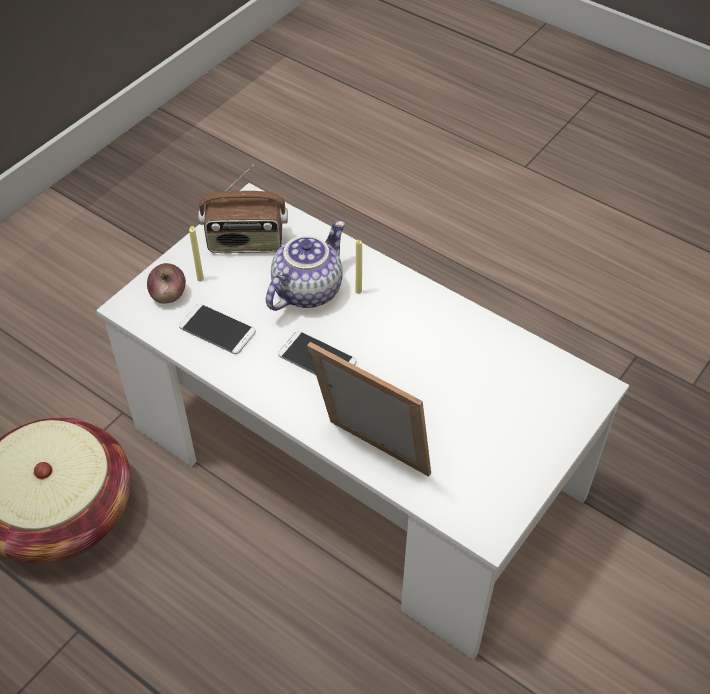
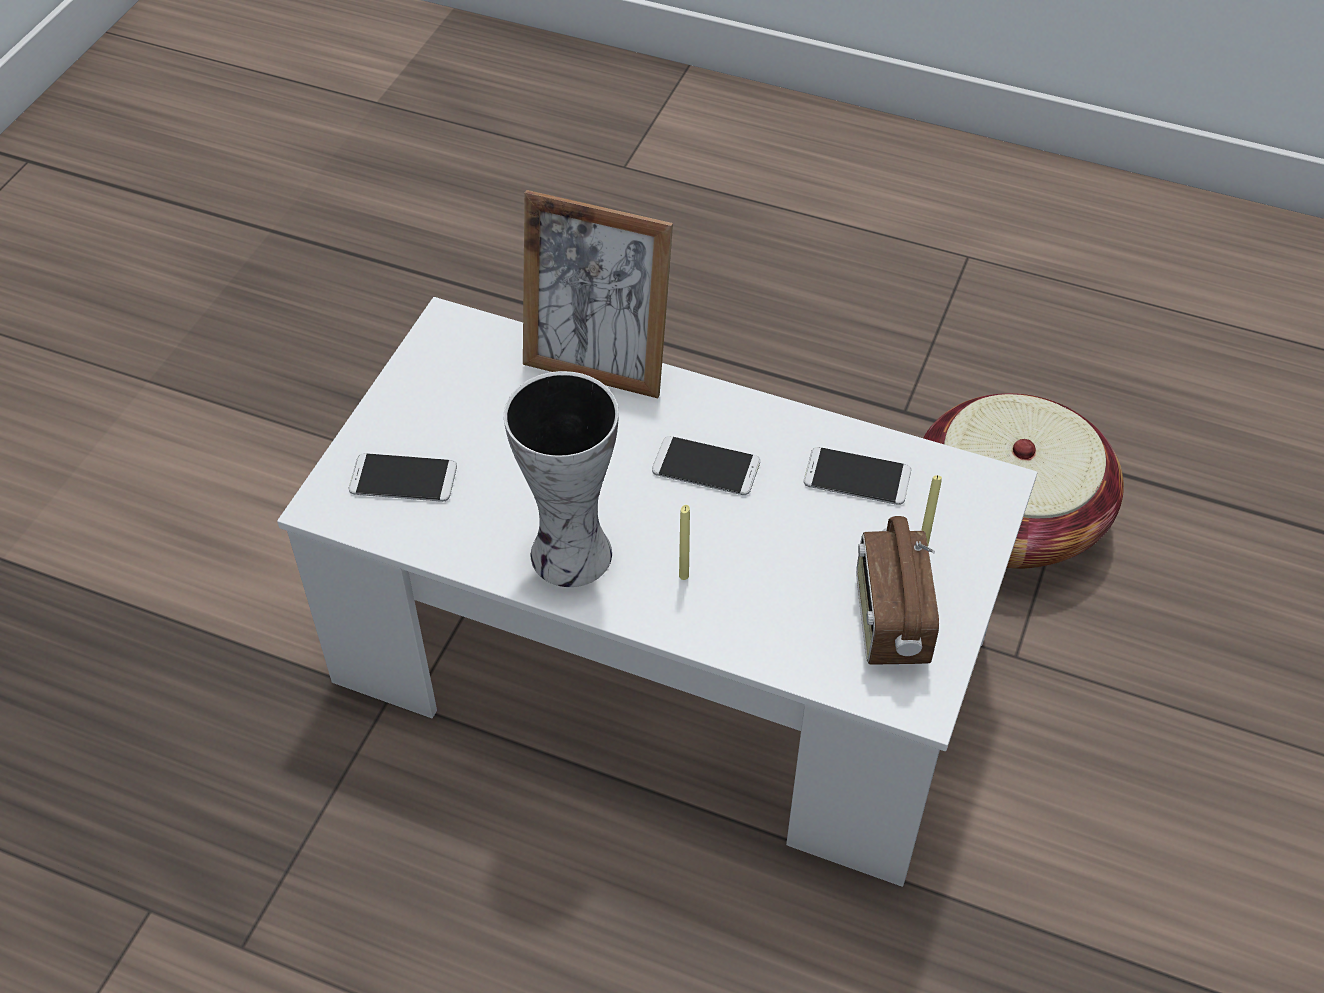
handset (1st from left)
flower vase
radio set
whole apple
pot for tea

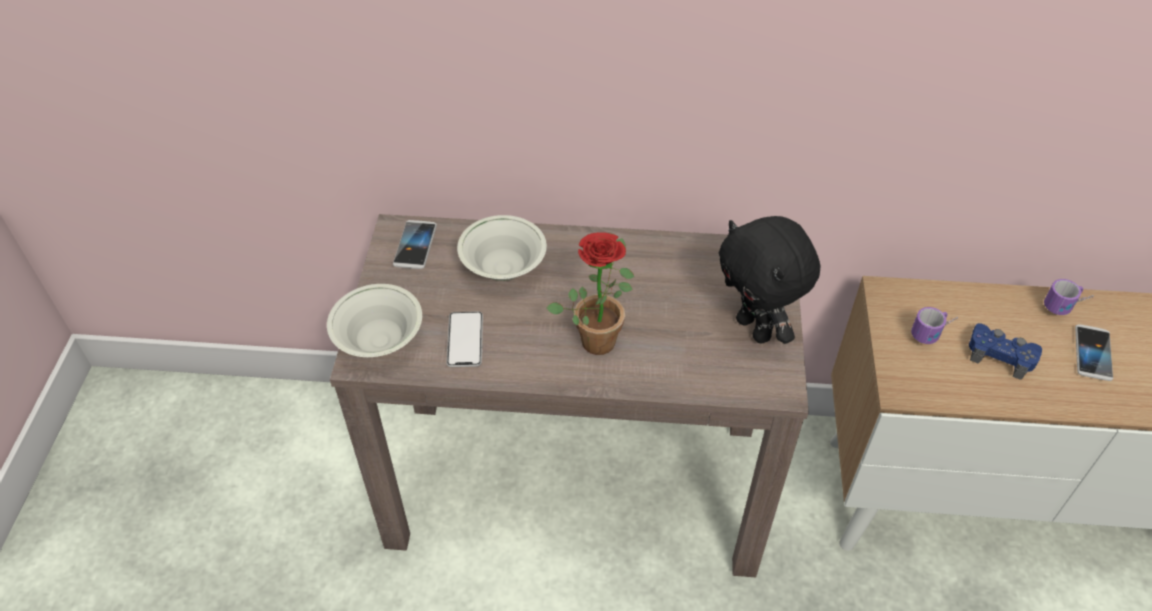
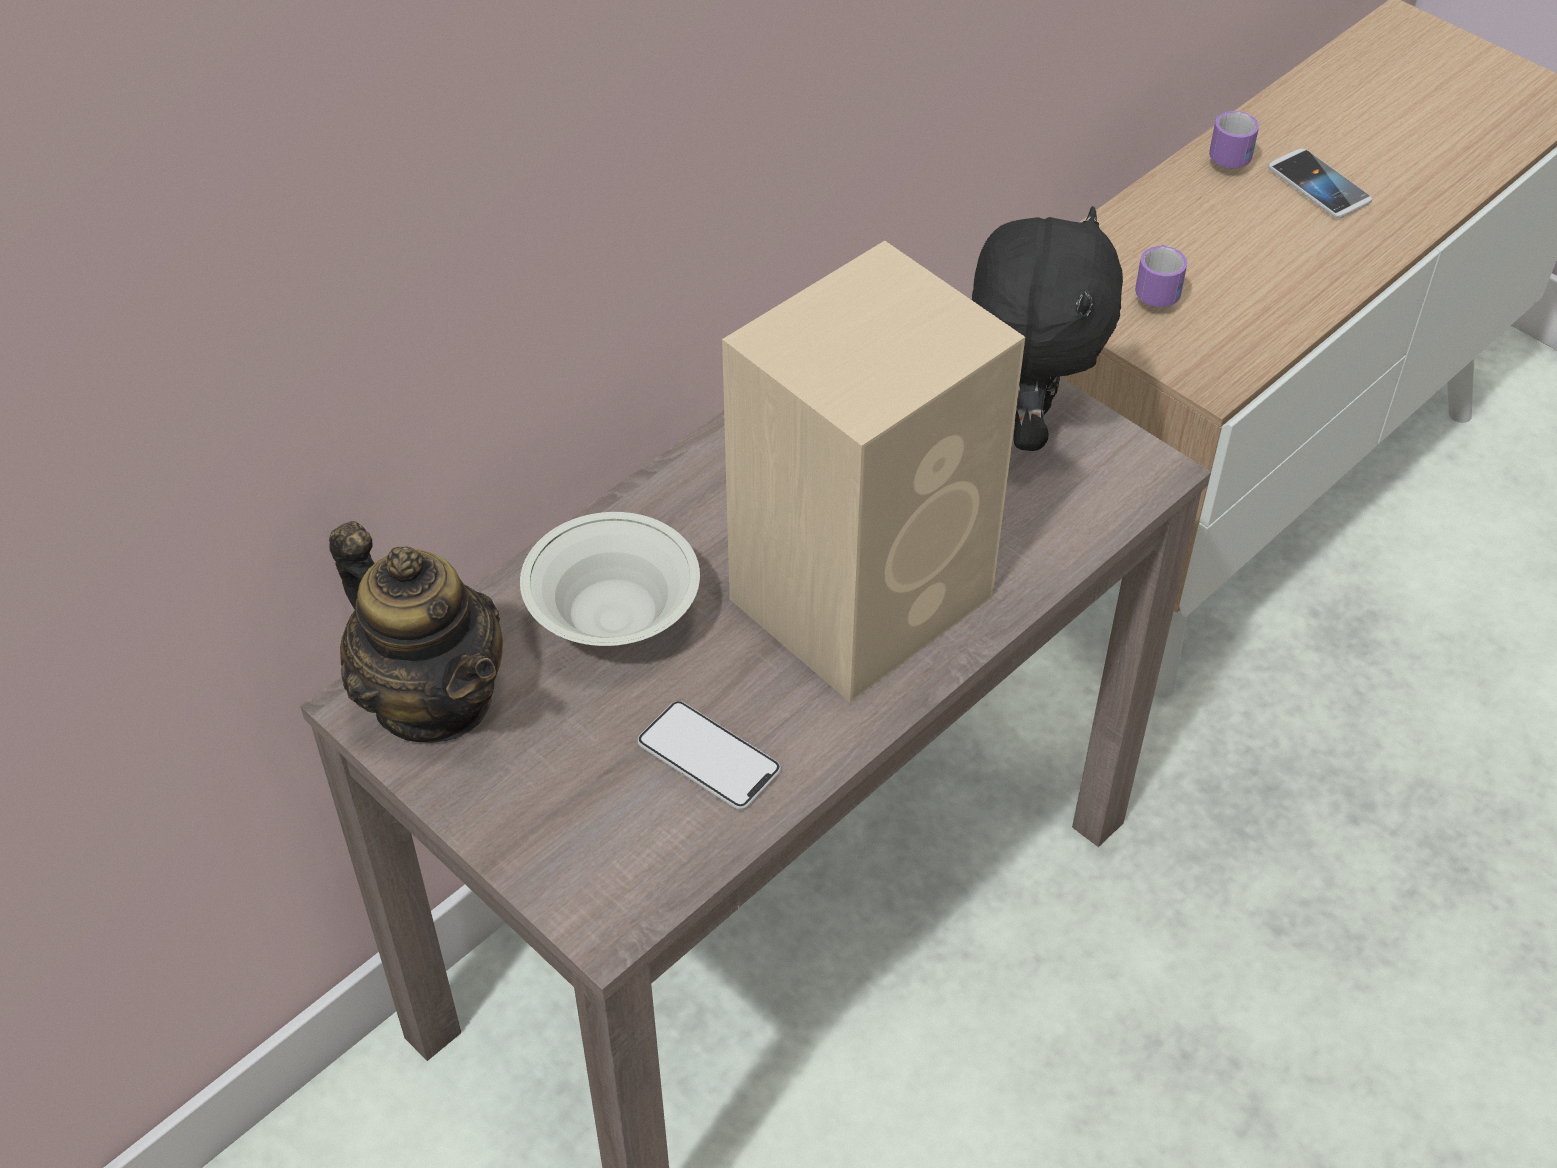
pot for tea
audio speaker (beige)
soft toy (blackish)
bowl (white) (1st from left in the first image)
gamepad (blue-coloured)

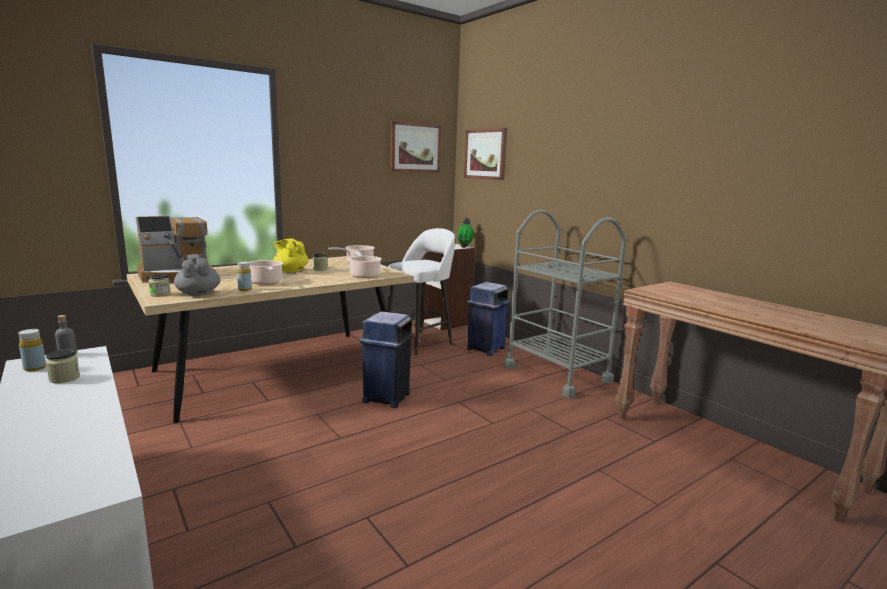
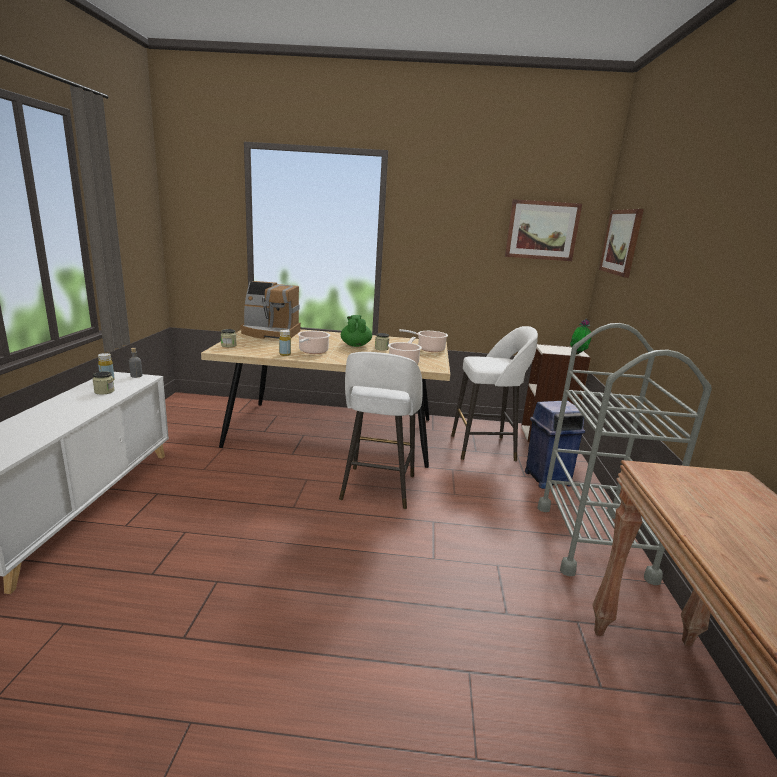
stool seat (white) (1st from left)
pot for tea (green-coloured)
pot for tea (gray)

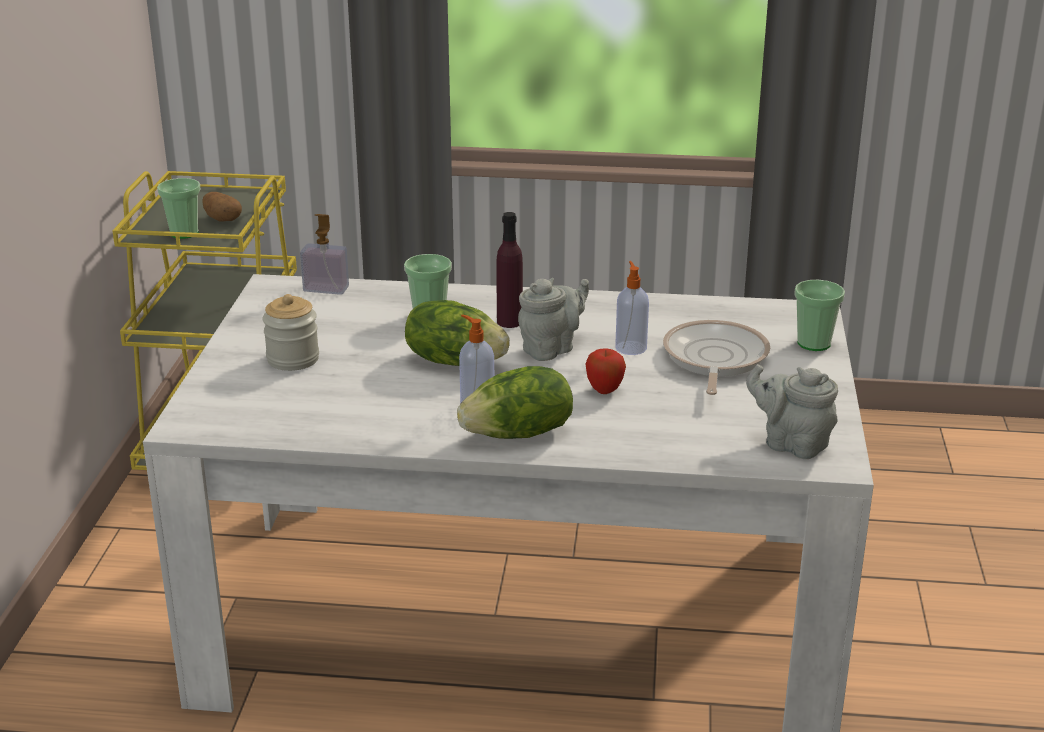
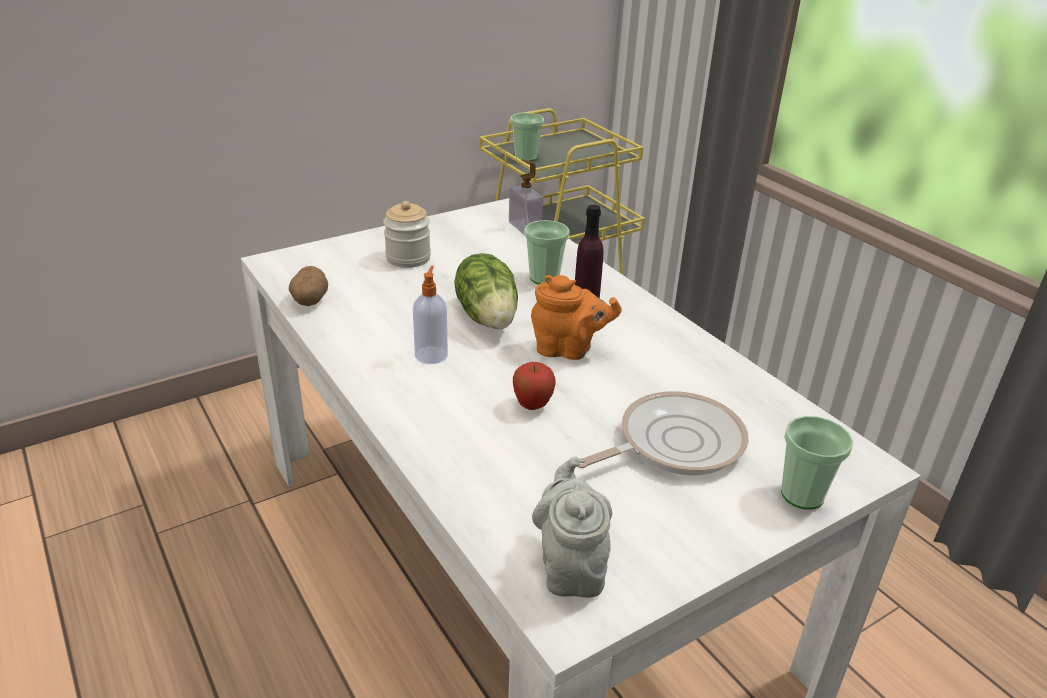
potato
pot for tea (orange)
lettuce head (2nd from left in the first image)
liquid soap bottle (3rd from left in the first image)

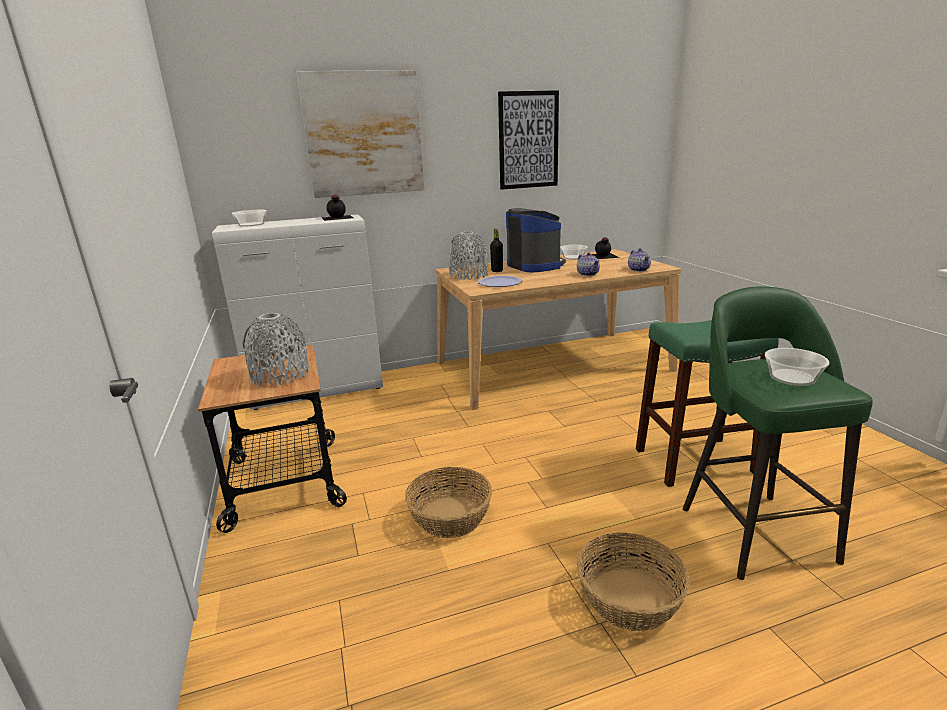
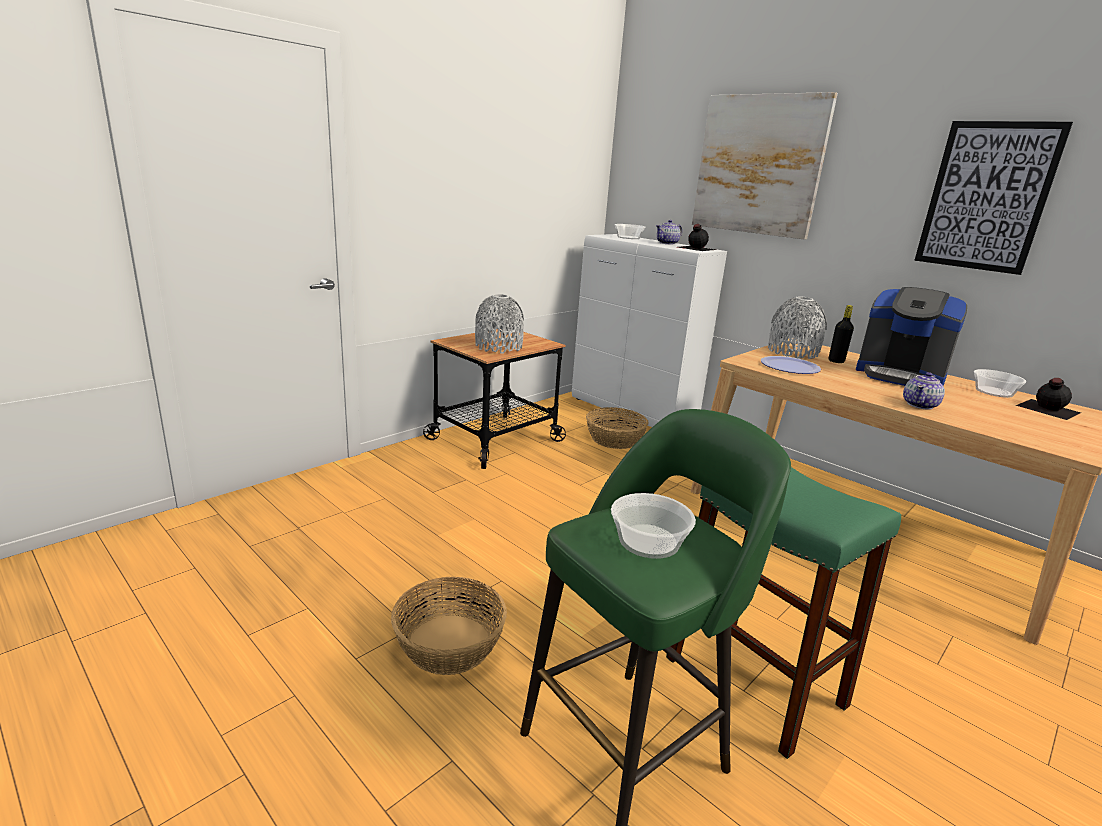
basket (2nd from left)
pot for tea (1st from left)
coffee machine

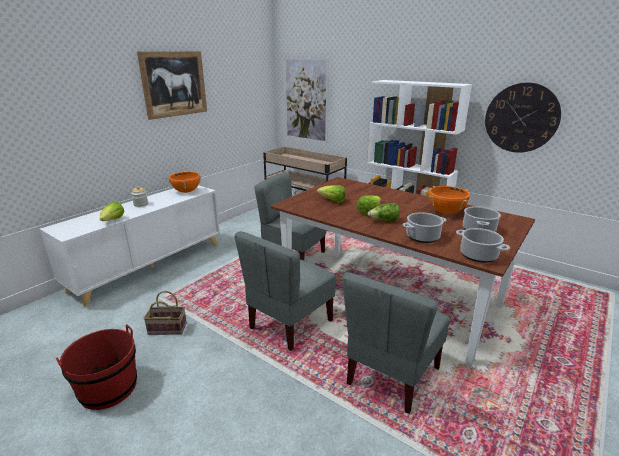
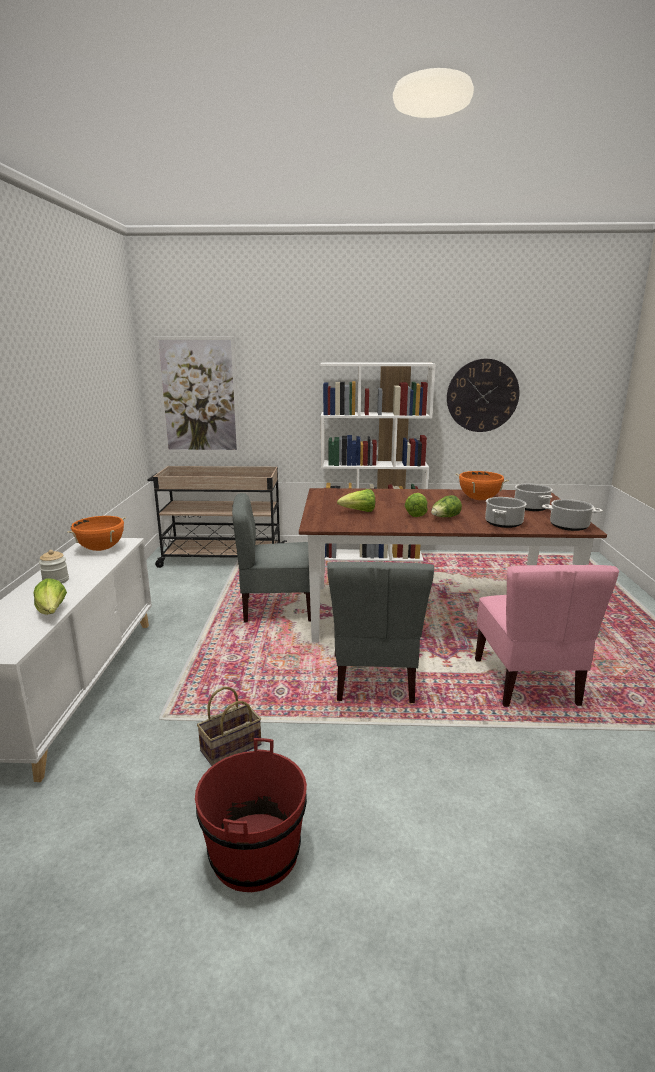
chair (pinkish)
wall picture (1st from left in the first image)

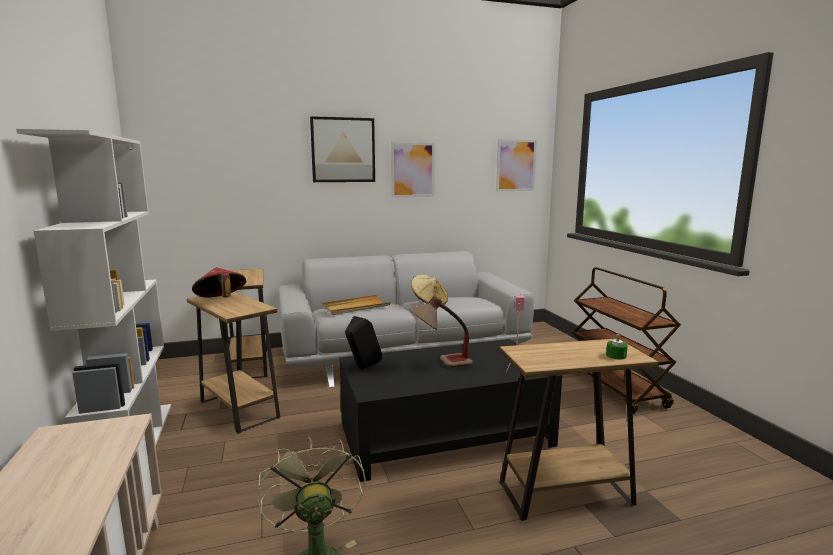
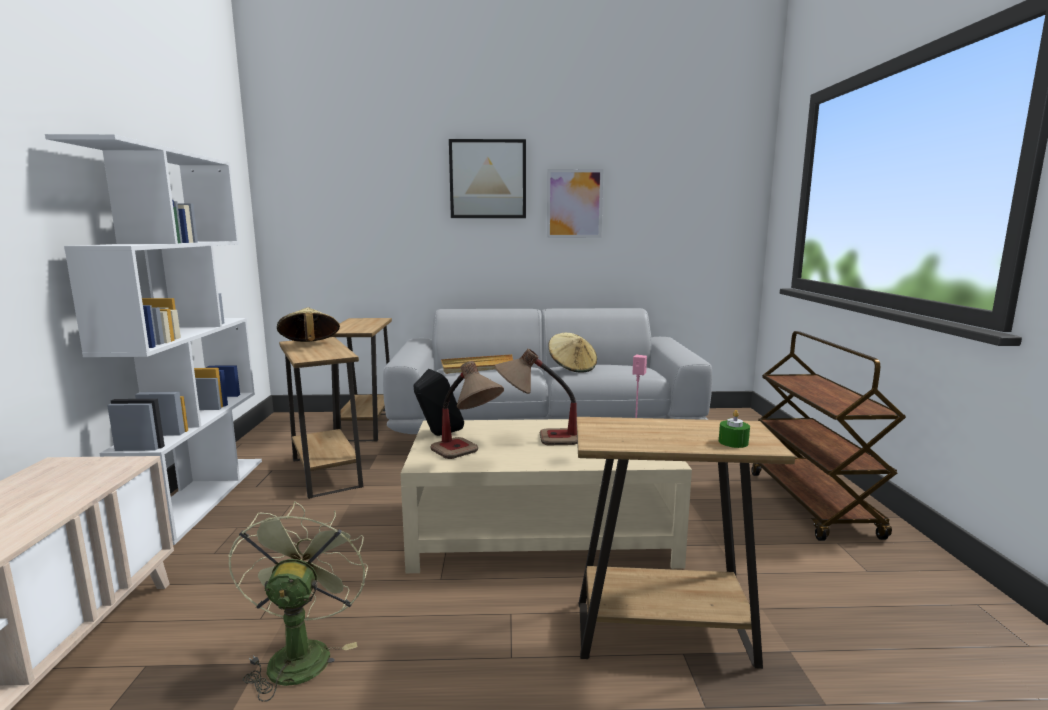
hat (beige) (1st from left)
coffee table (beige)
table lamp (1st from left)
wall picture (3rd from left in the first image)

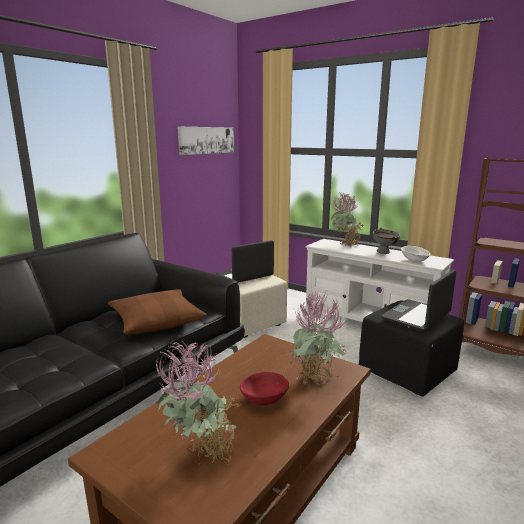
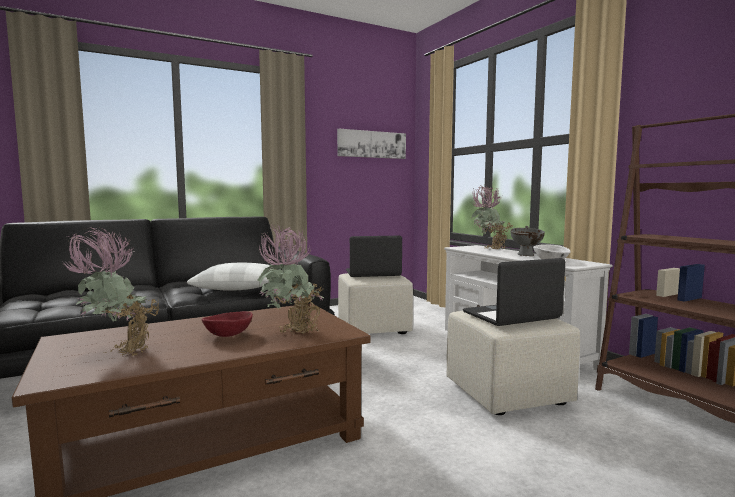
throw pillow (white)
footrest (beige) (2nd from left)

